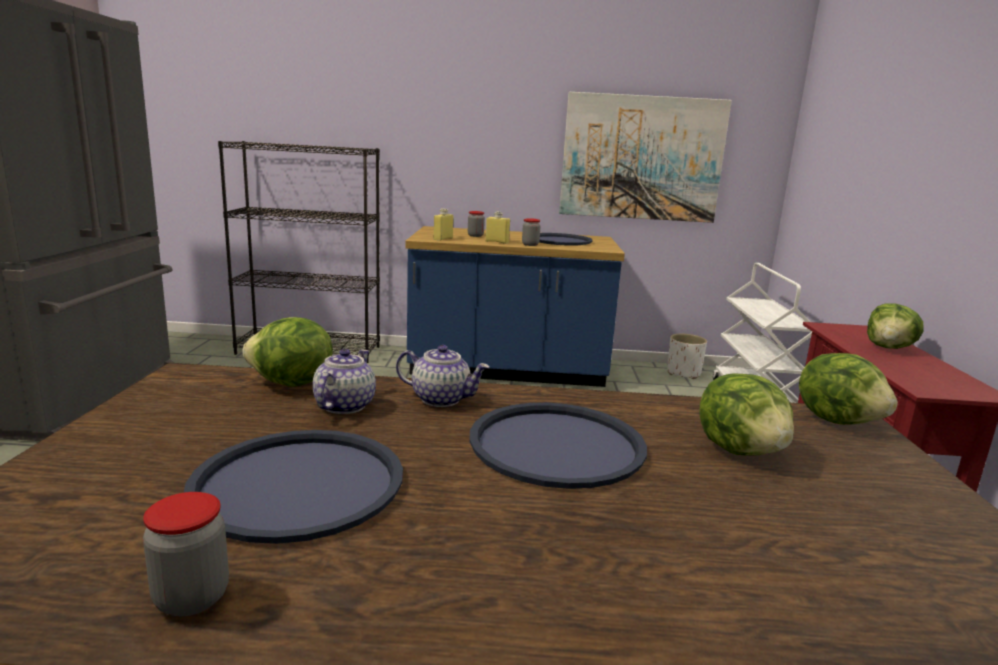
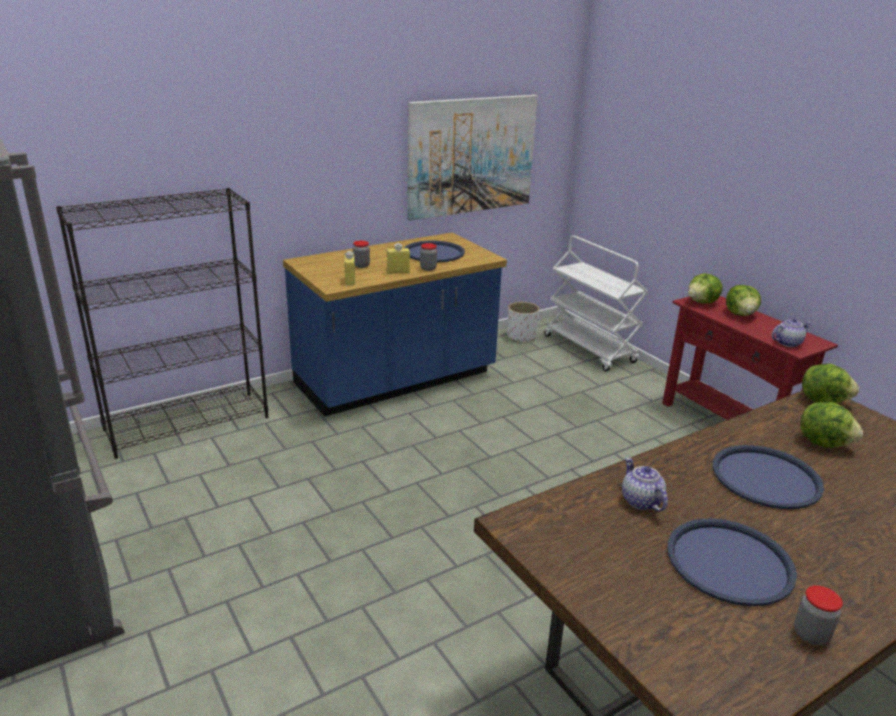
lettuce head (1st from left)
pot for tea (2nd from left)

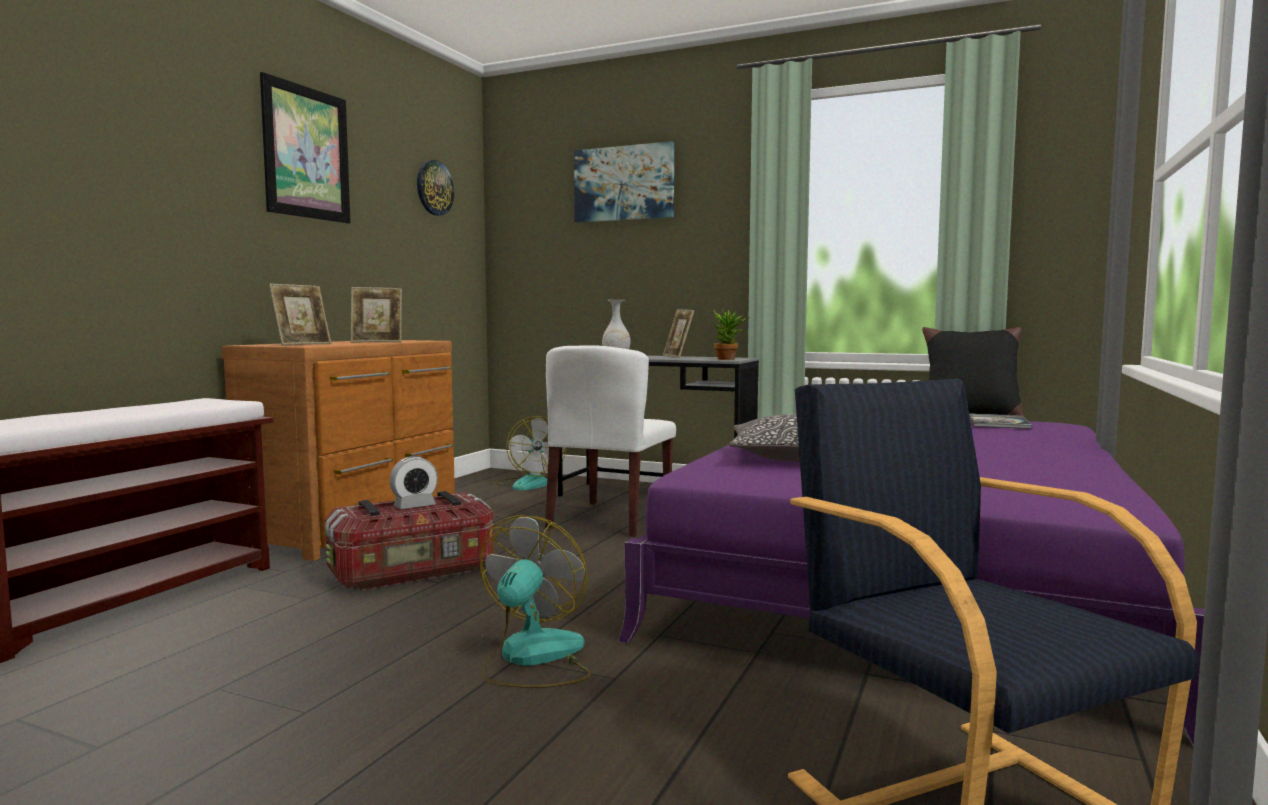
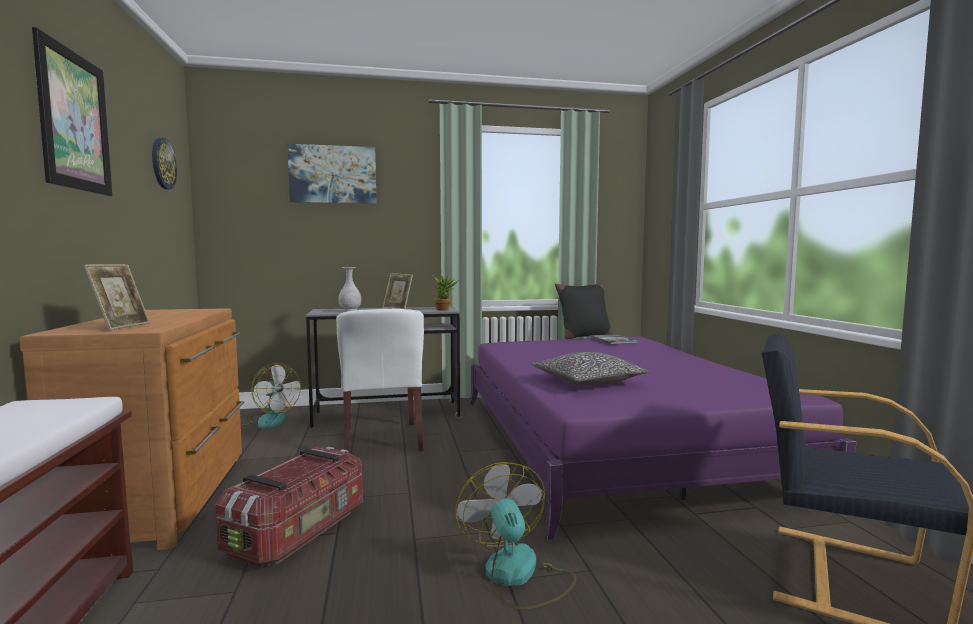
standing frame (2nd from left in the first image)
bedside clock

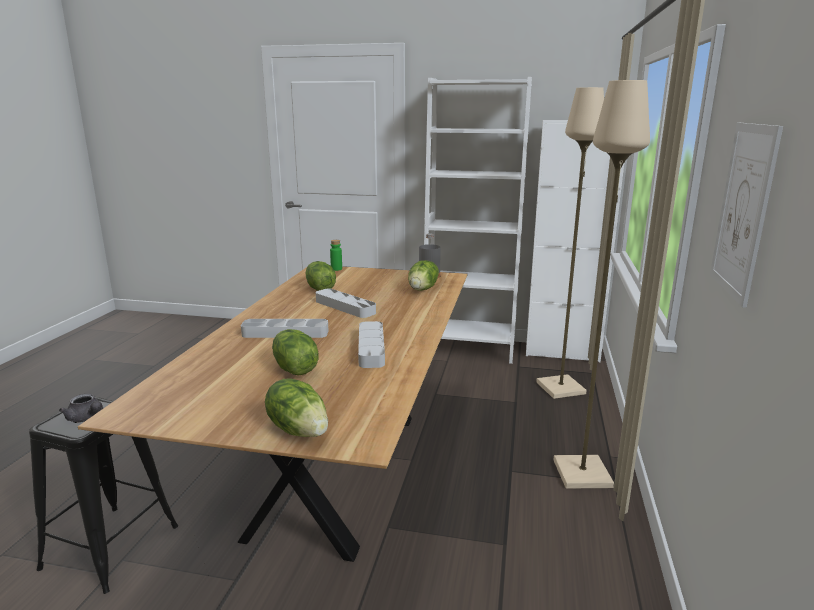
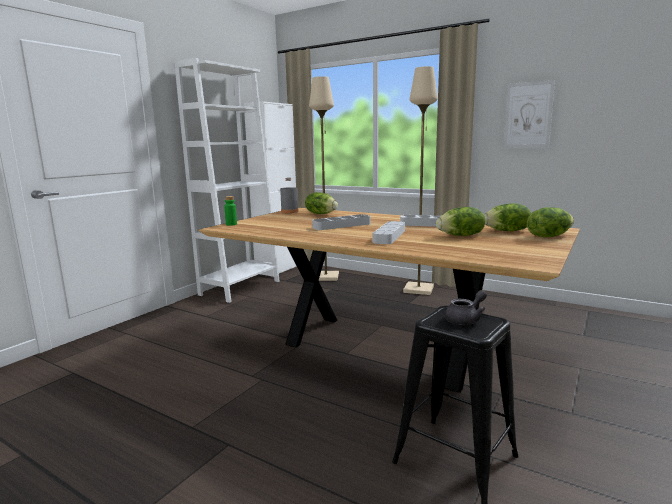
lettuce head (3rd from left)

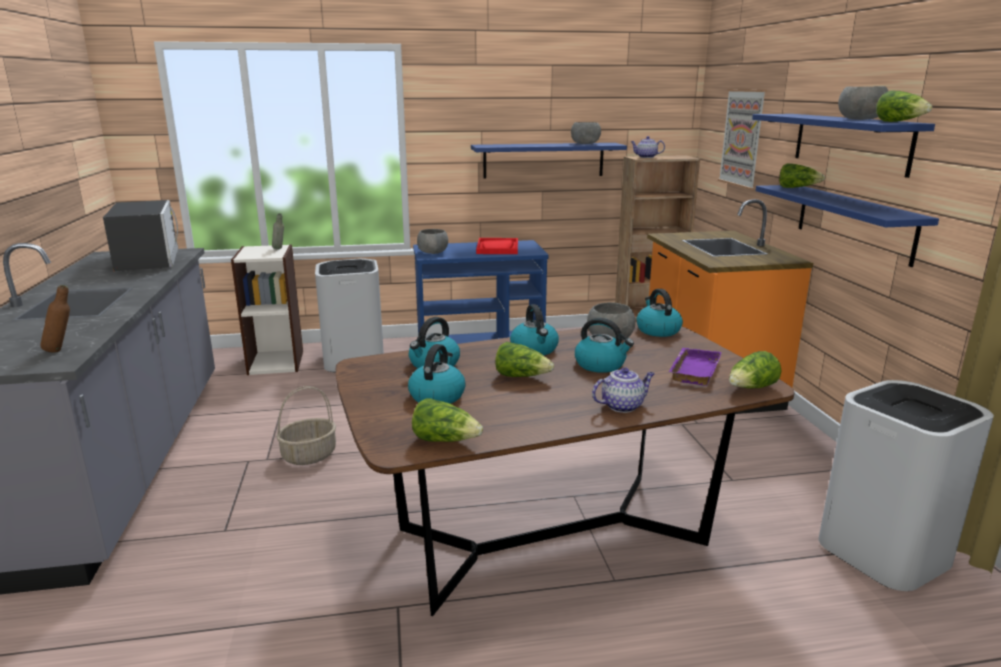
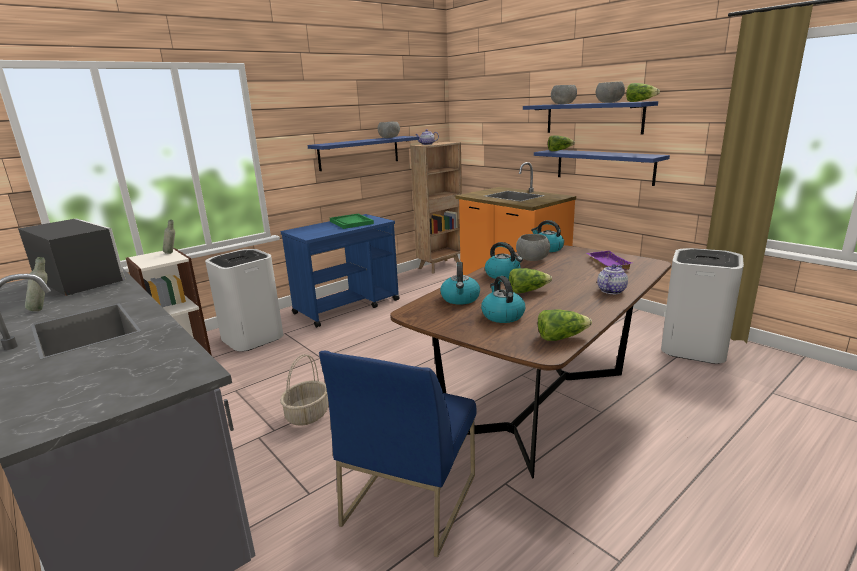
drink bottle (gray) (1st from left)
chair (blue-coloured)
carrying tray (green-coloured)
bowl (gray) (3rd from left)
drink bottle (brownish)
kettle (4th from left in the first image)
wall picture
lettuce head (3rd from left in the first image)

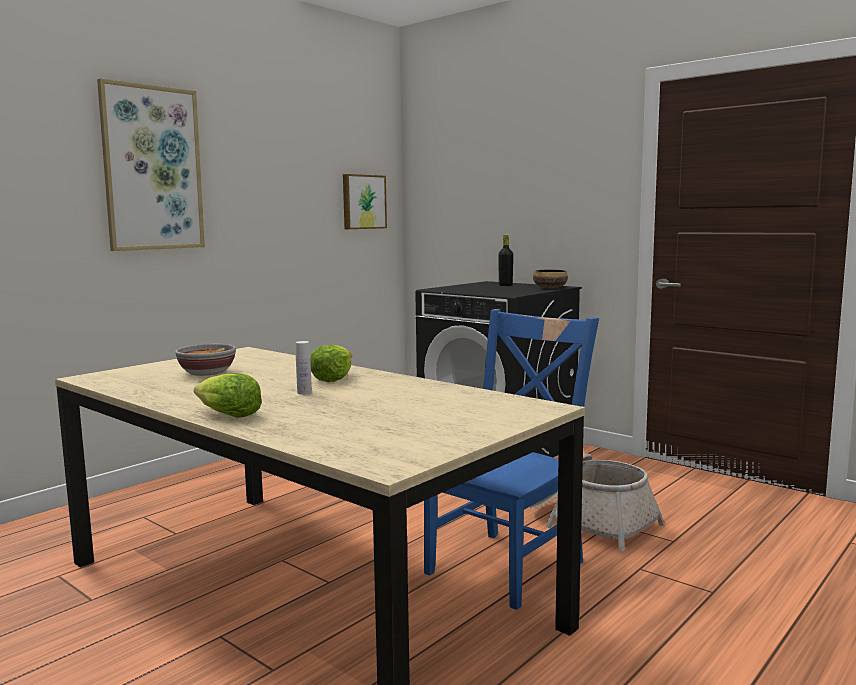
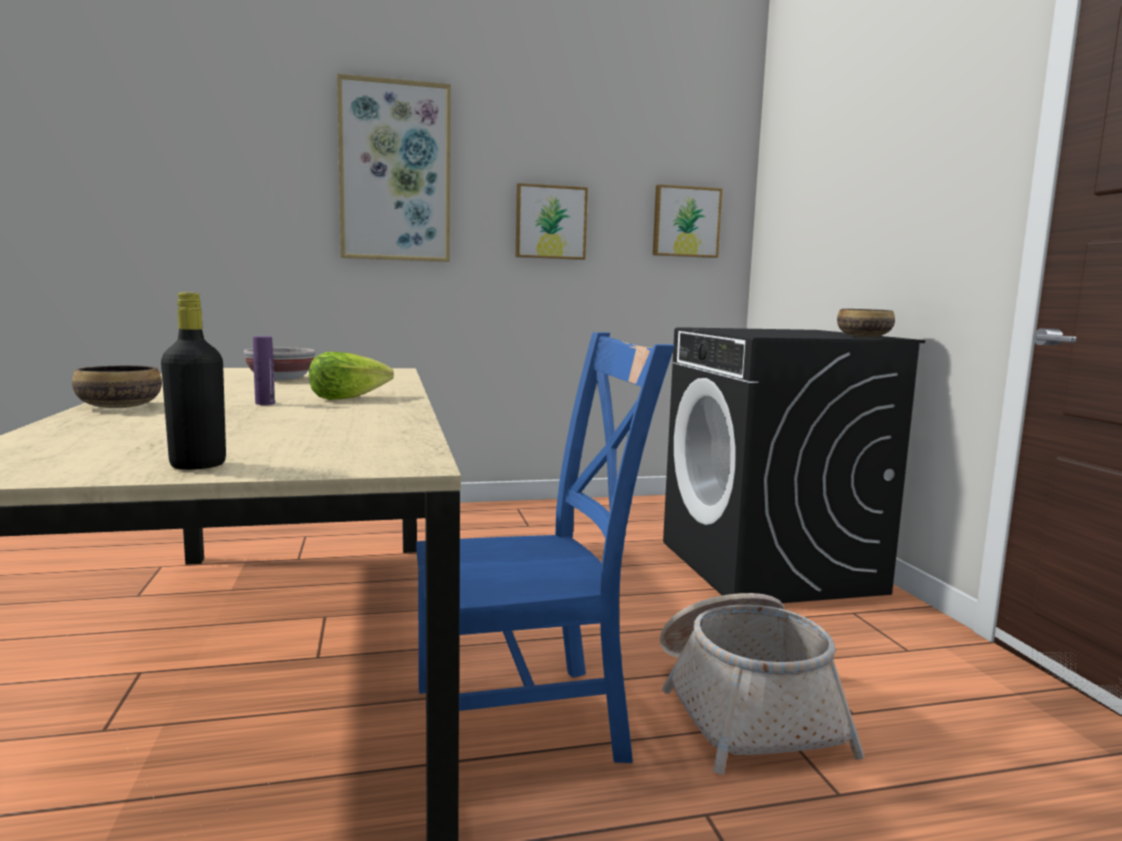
bowl (1st from left)
drink bottle (blackish)
drink bottle (purplish)
wall picture (2nd from left)

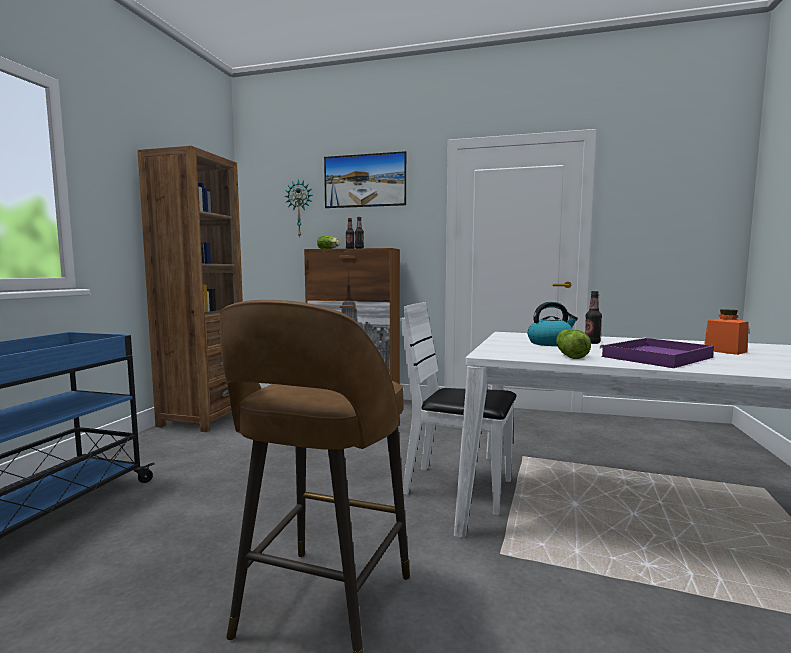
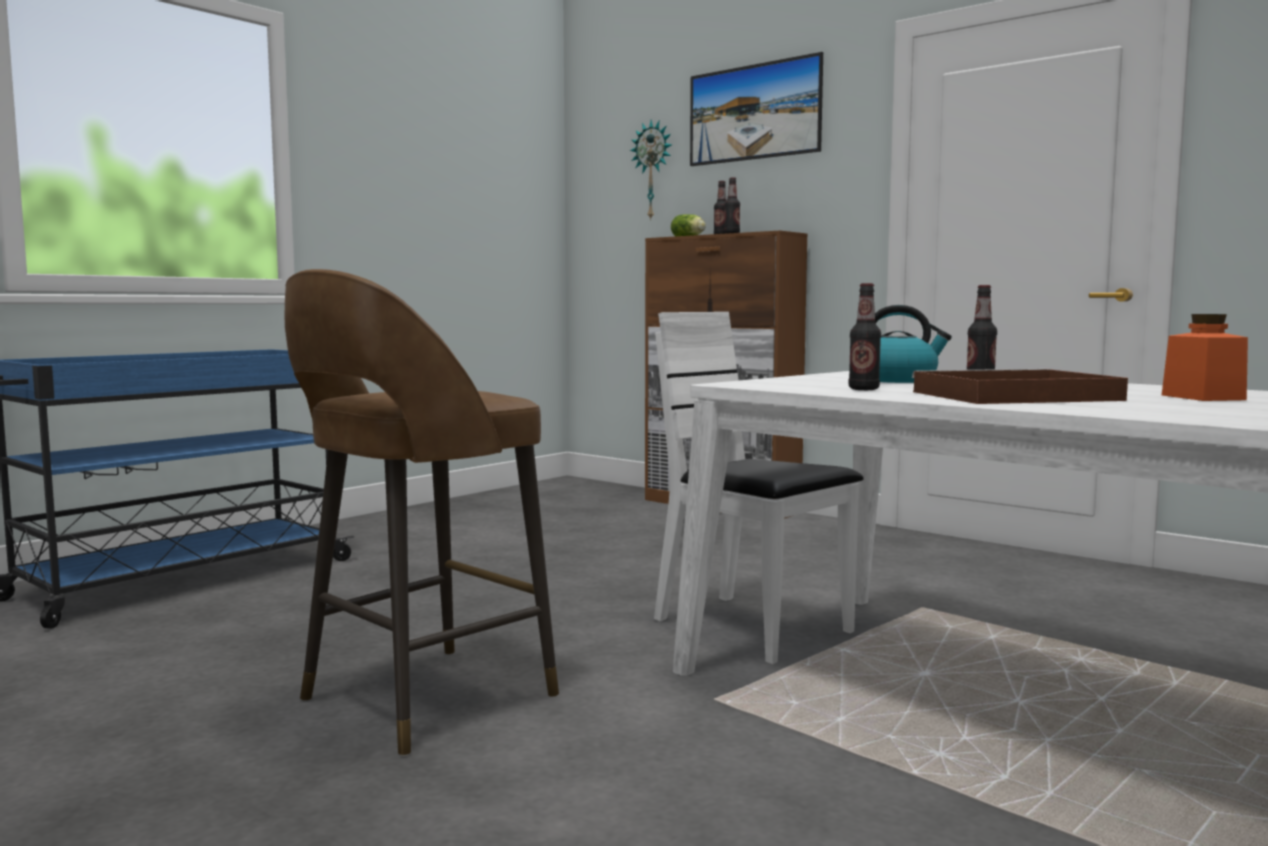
drink bottle (3rd from left)
carrying tray (brownish)
bookshelf (brownish)

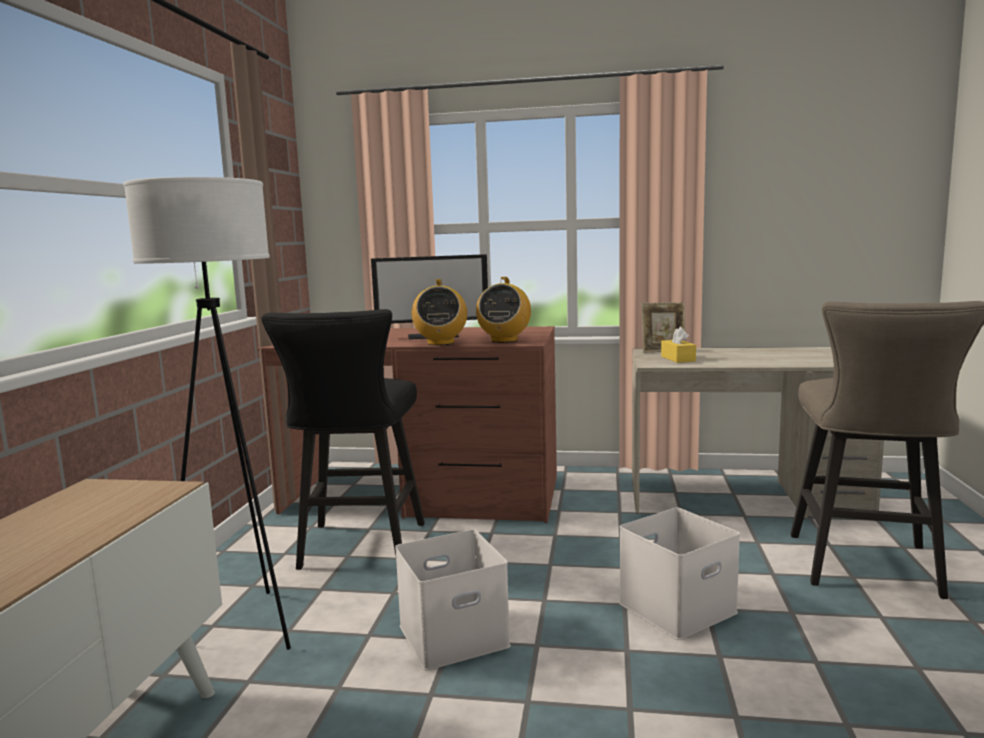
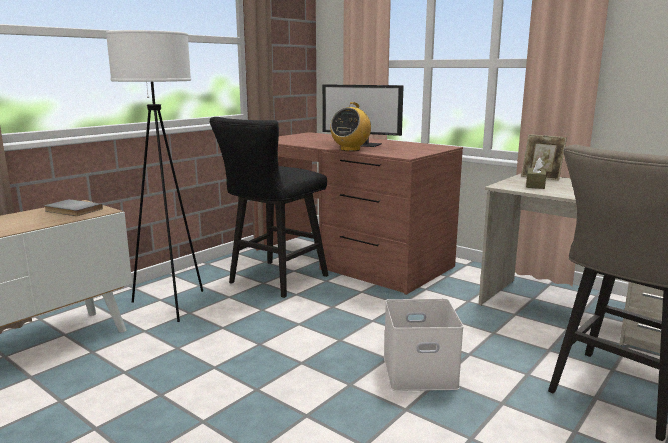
volume (gray)
tissue holder (brownish)
storage bin (white) (1st from left in the first image)
radio set (2nd from left in the first image)

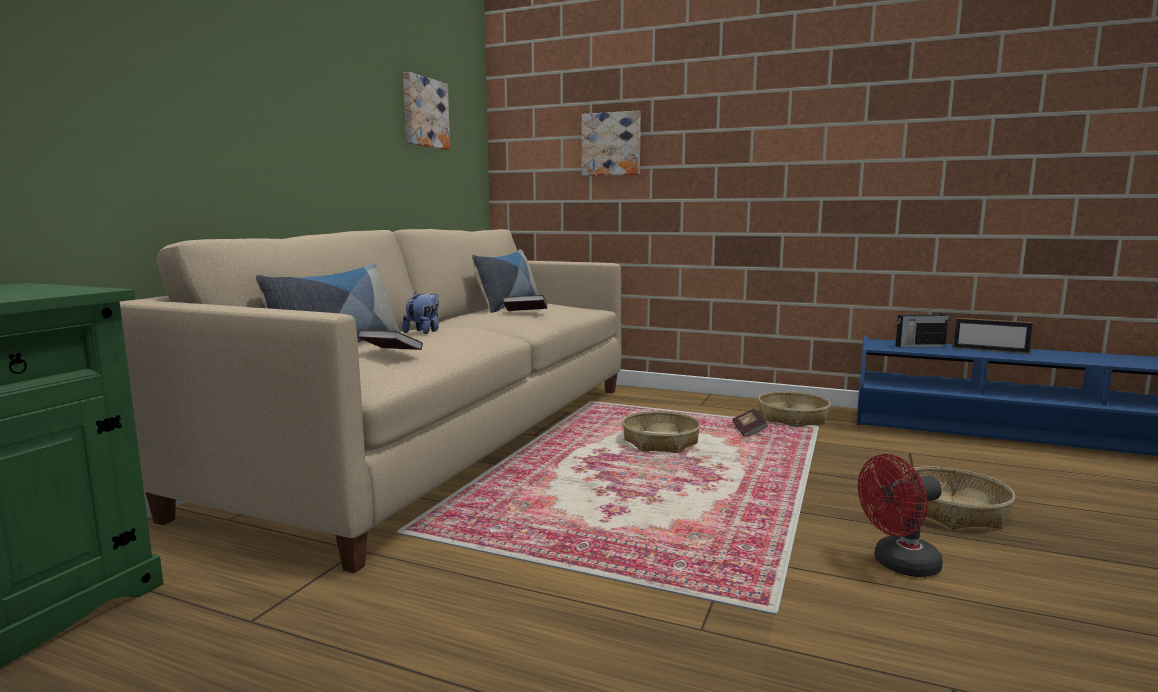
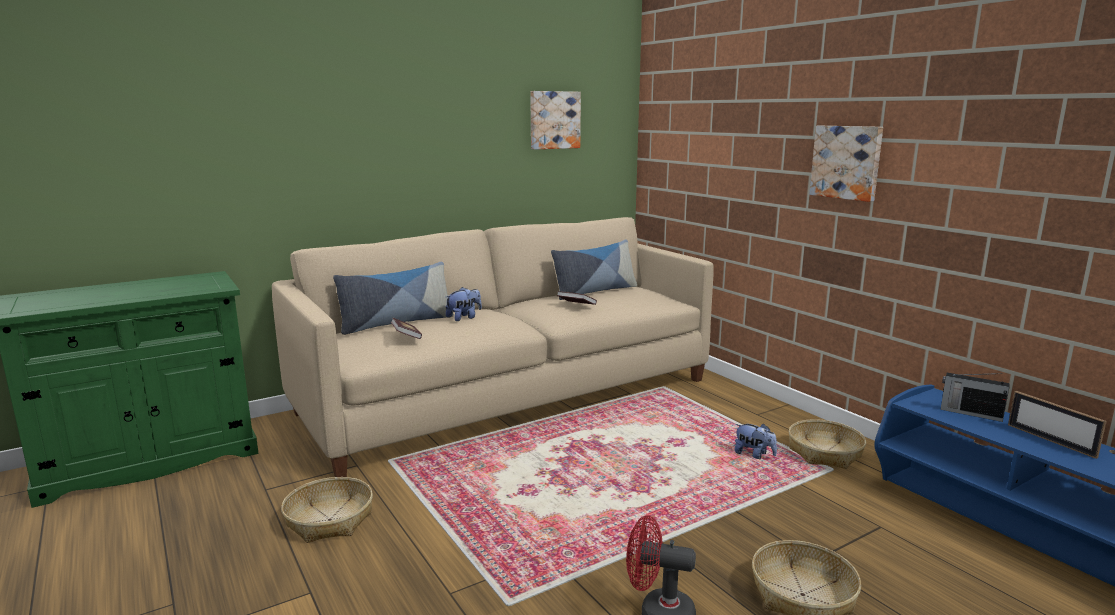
basket (1st from left)
soft toy (2nd from left)
wall picture (2nd from left)

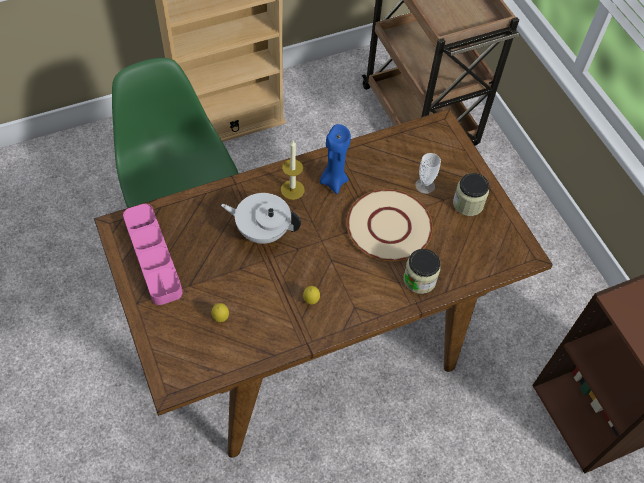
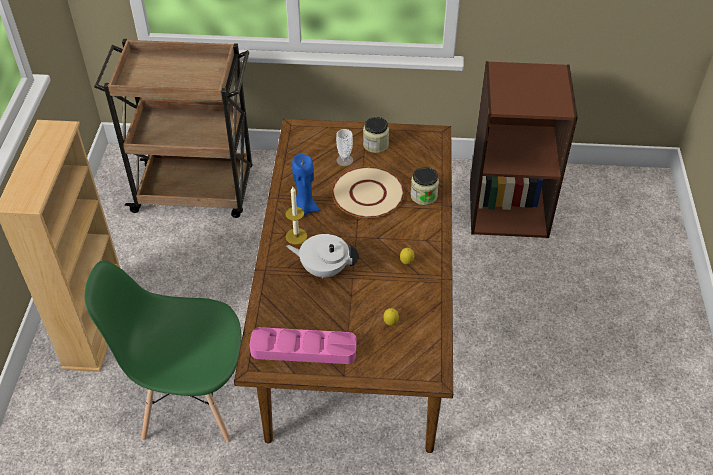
pot for tea (white)

